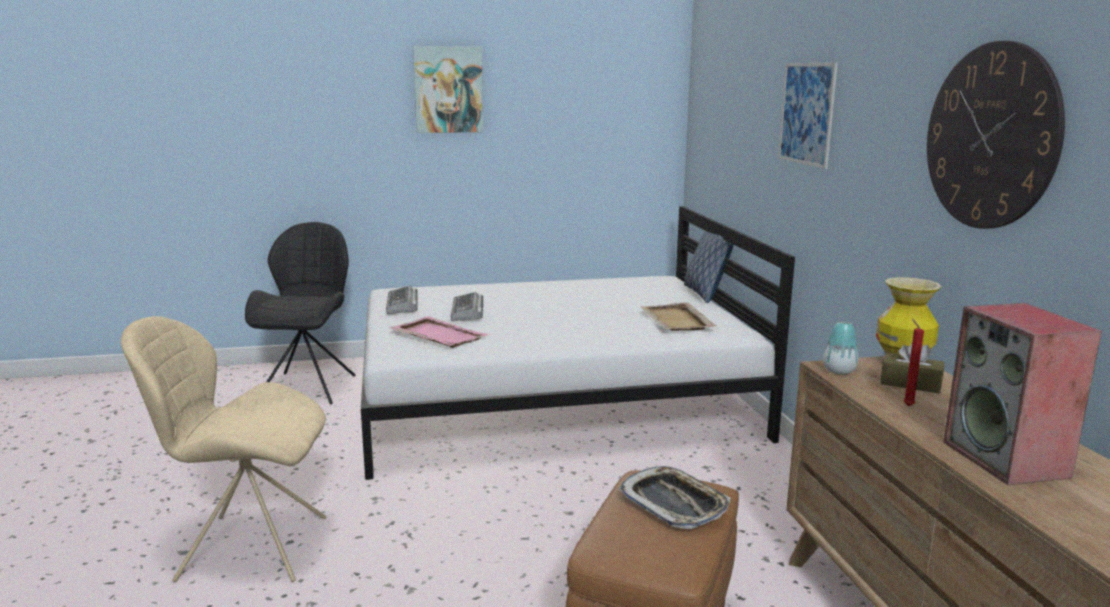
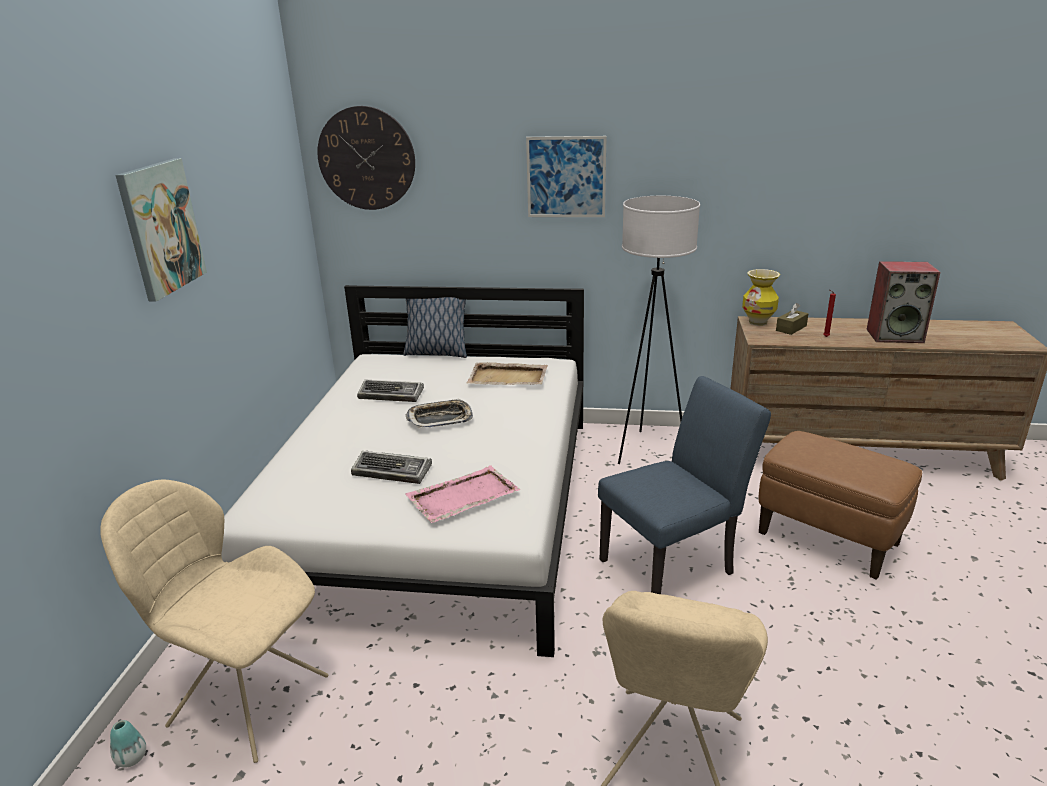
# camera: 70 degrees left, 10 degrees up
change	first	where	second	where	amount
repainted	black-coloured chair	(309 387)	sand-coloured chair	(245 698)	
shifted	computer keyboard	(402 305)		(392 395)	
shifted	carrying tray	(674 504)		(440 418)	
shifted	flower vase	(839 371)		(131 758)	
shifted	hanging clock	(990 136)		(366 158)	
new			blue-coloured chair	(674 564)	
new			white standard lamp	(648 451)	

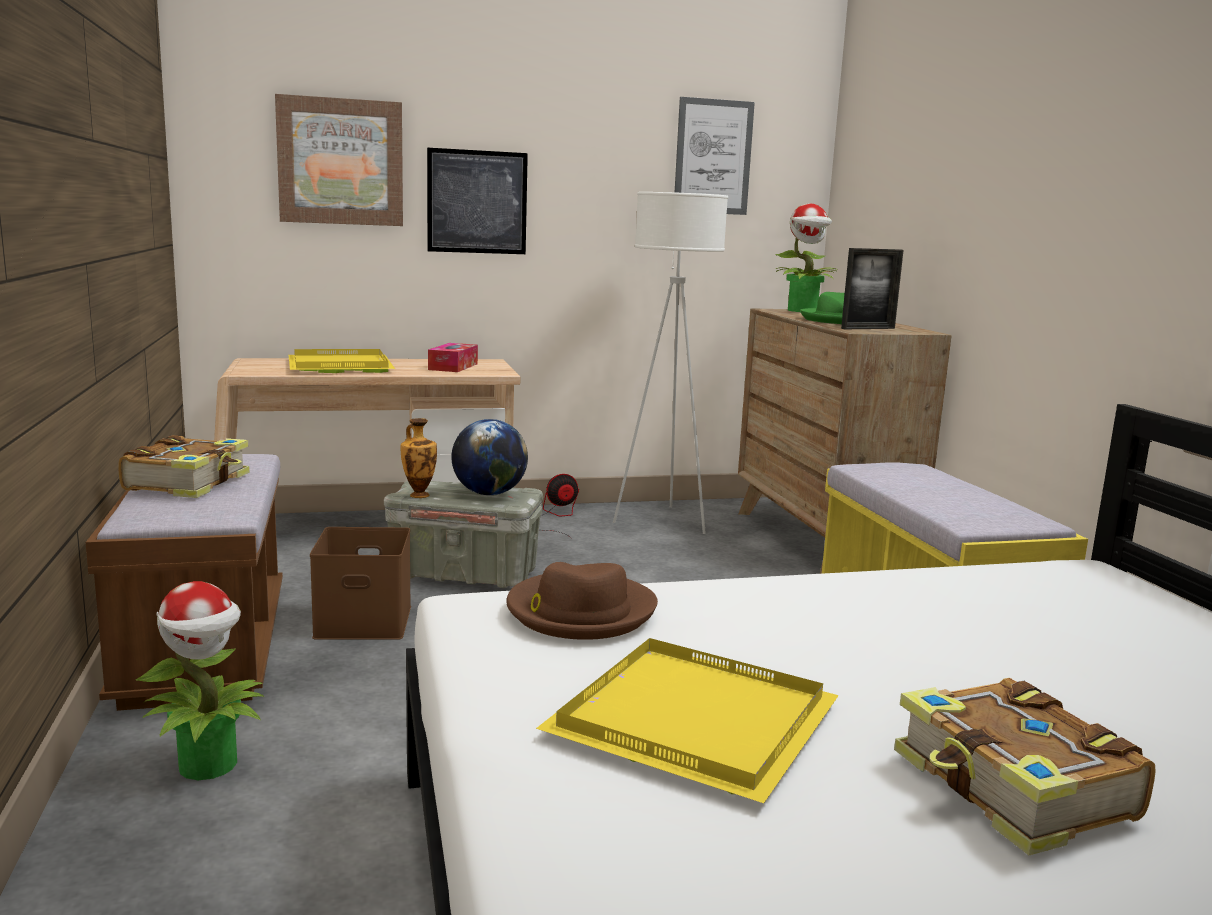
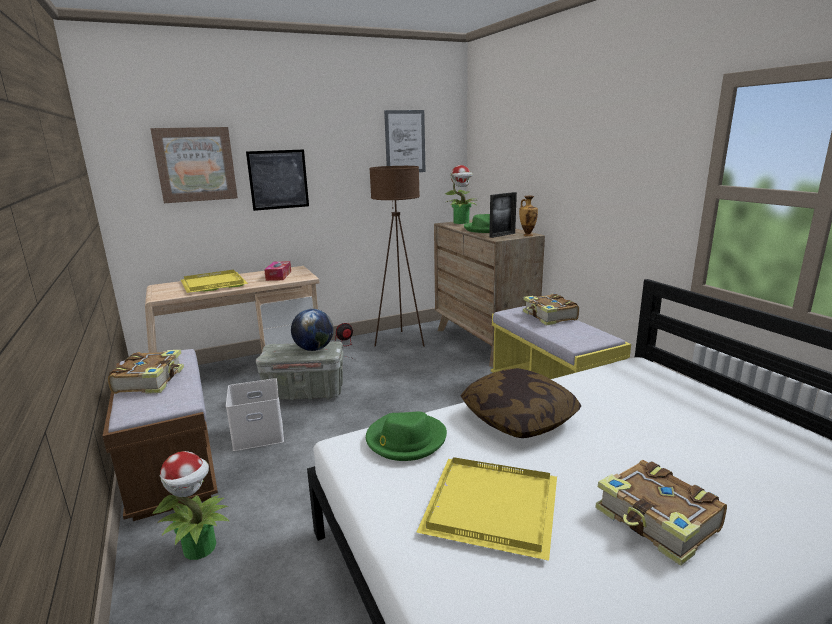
# camera: 10 degrees left, 5 degrees up
change	first	where	second	where	amount
repainted	brownish storage box	(366 621)	white storage box	(259 433)	
shifted	flower vase	(419 495)		(527 235)	
repainted	brownish wearable hat	(580 611)	green wearable hat	(405 439)	
repainted	white standard lamp	(663 521)	brownish standard lamp	(400 341)	
new			throw pillow	(518 418)	
new			volume	(549 317)	

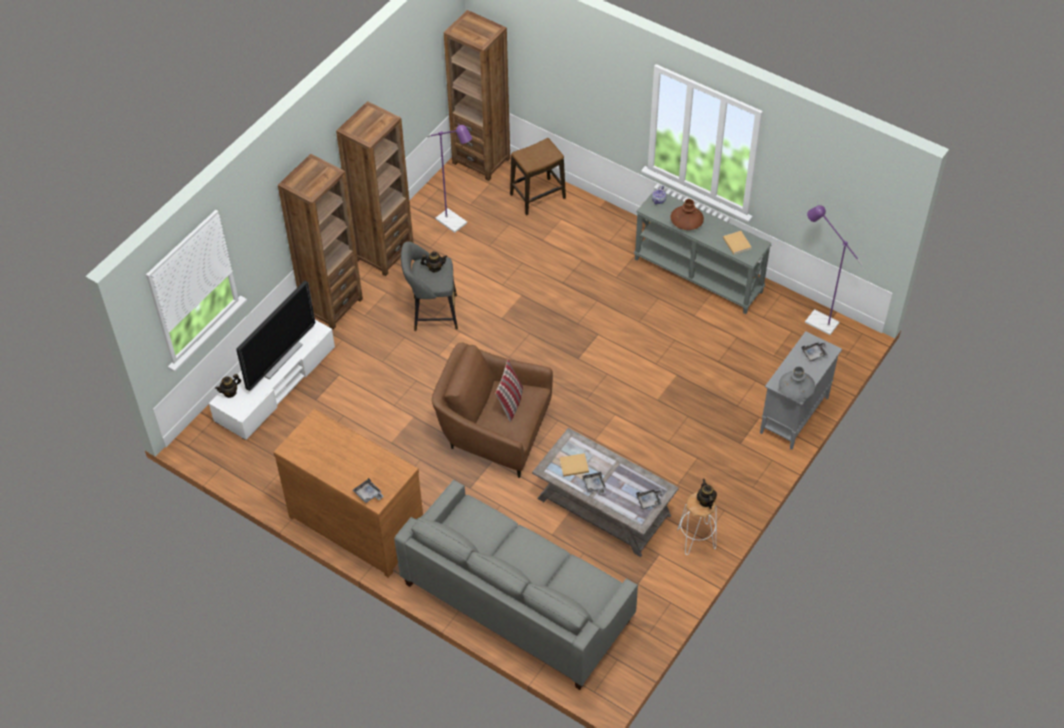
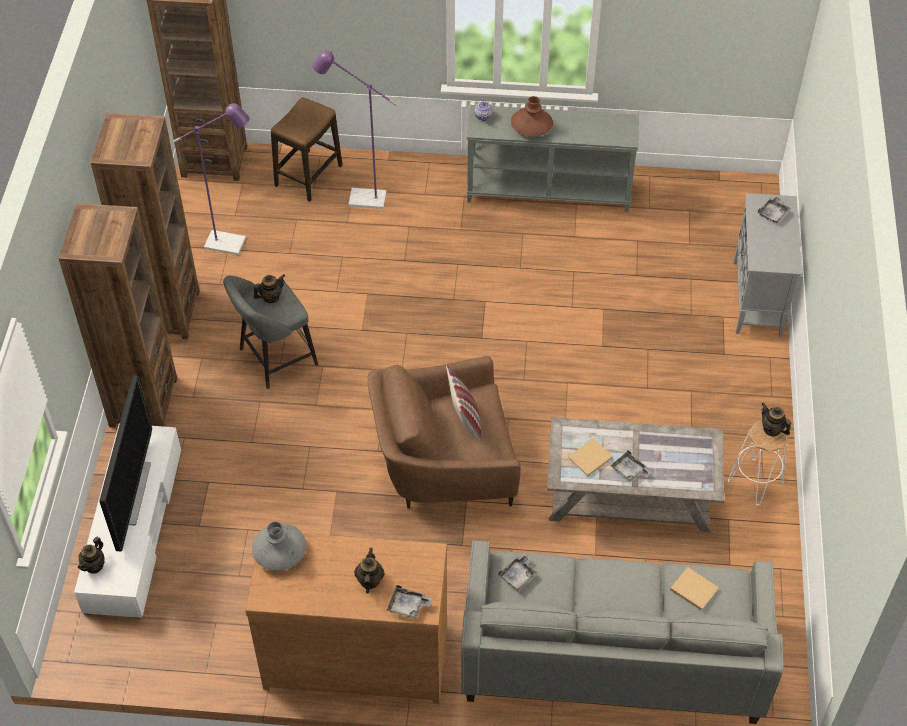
# camera: 30 degrees left, 0 degrees up
change	first	where	second	where	amount
shifted	greyish carrying tray	(649 501)		(518 575)	
shifted	sand-coloured volume	(736 243)		(692 588)	
shifted	greyish flower vase	(796 389)		(280 552)	
shifted	purplish standard lamp	(816 320)		(360 198)	
new			tea pot	(369 580)	

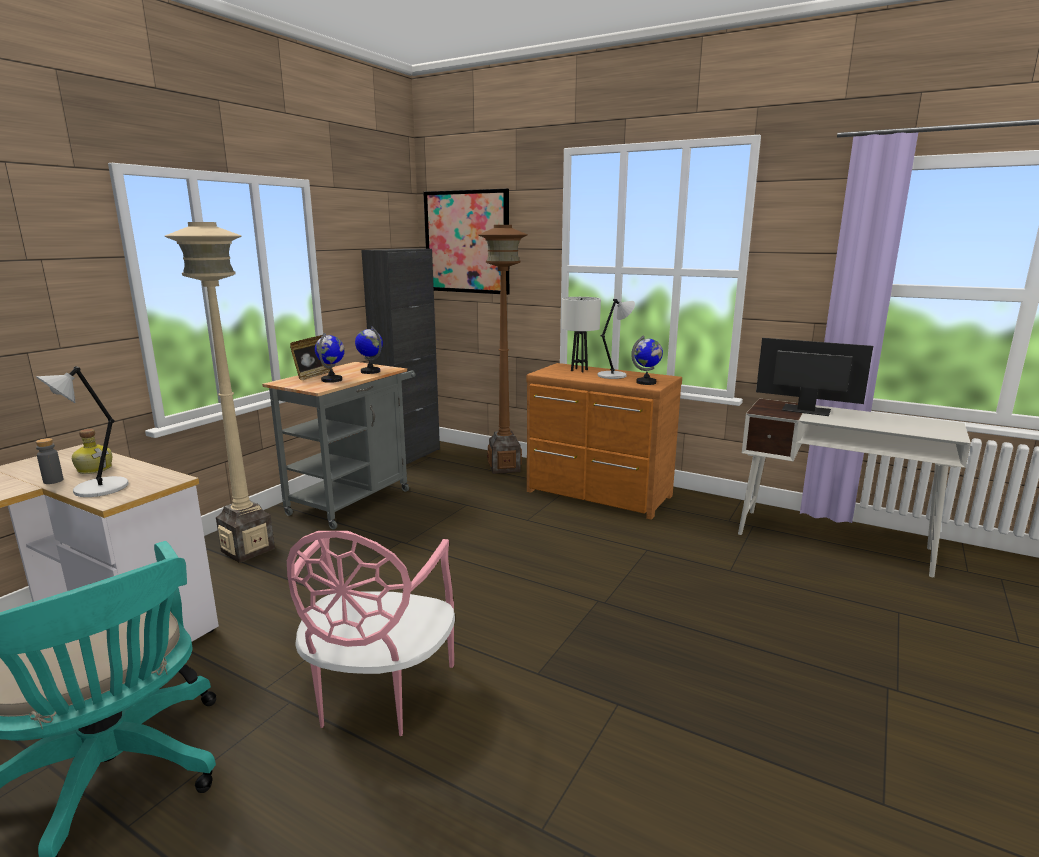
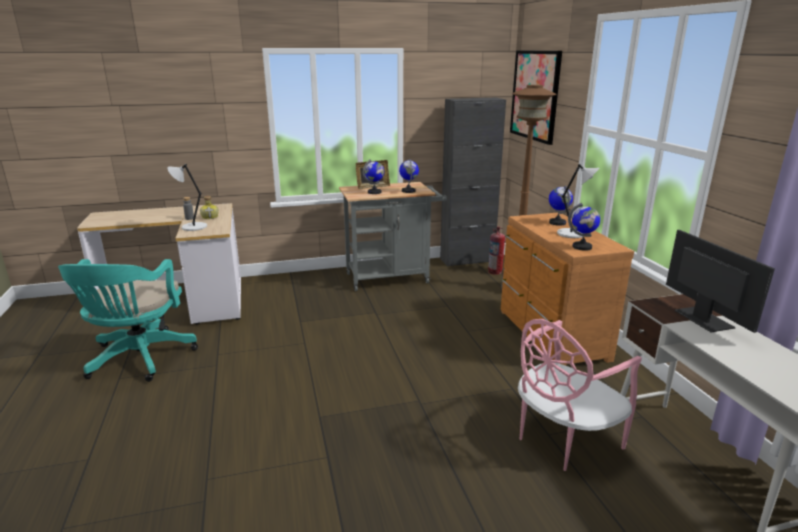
# camera: 45 degrees right, 5 degrees up
change	first	where	second	where	amount
gone	sand-coloured standard lamp	(247 549)			
shifted	pinkish chair	(378 694)		(563 439)	
swapped	white table lamp	(579 370)	globe	(557 223)	
new			fire-fighting cylinder	(495 271)	

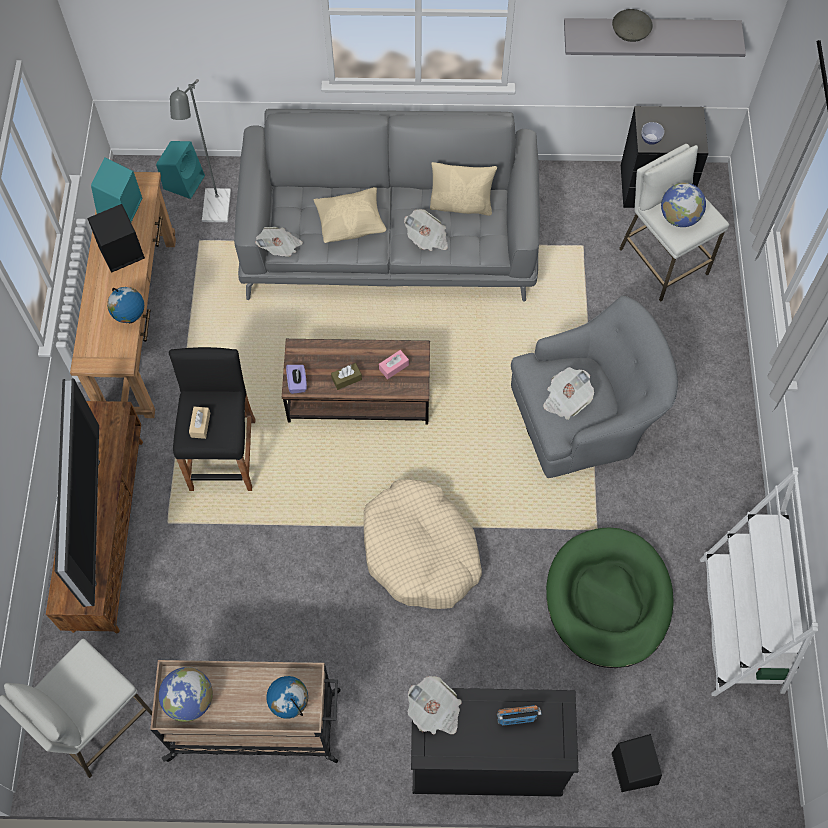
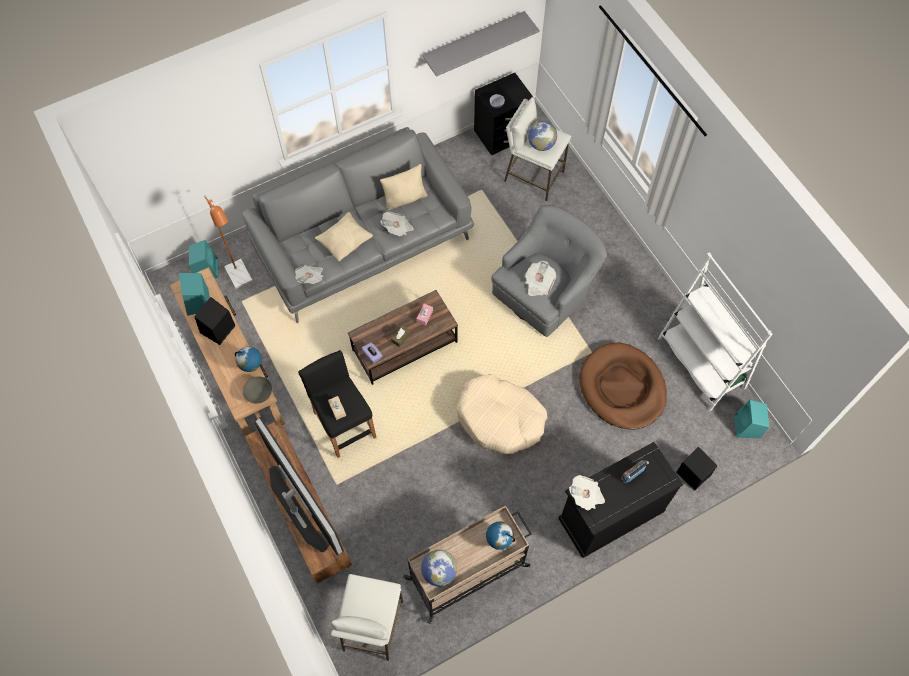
# camera: 30 degrees left, 0 degrees up
change	first	where	second	where	amount
repainted	greyish standard lamp	(216 213)	orange-coloured standard lamp	(241 278)	
repainted	green dog cushion	(608 599)	brownish dog cushion	(622 388)	
shifted	greyish deep dish	(629 34)		(259 393)	
new			turquoise audio speaker	(747 427)	

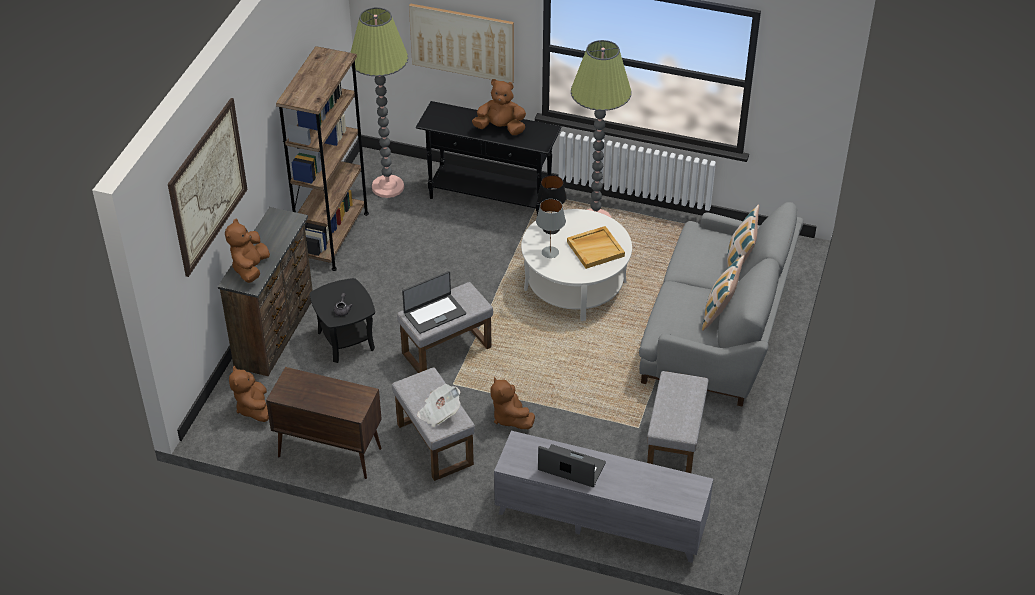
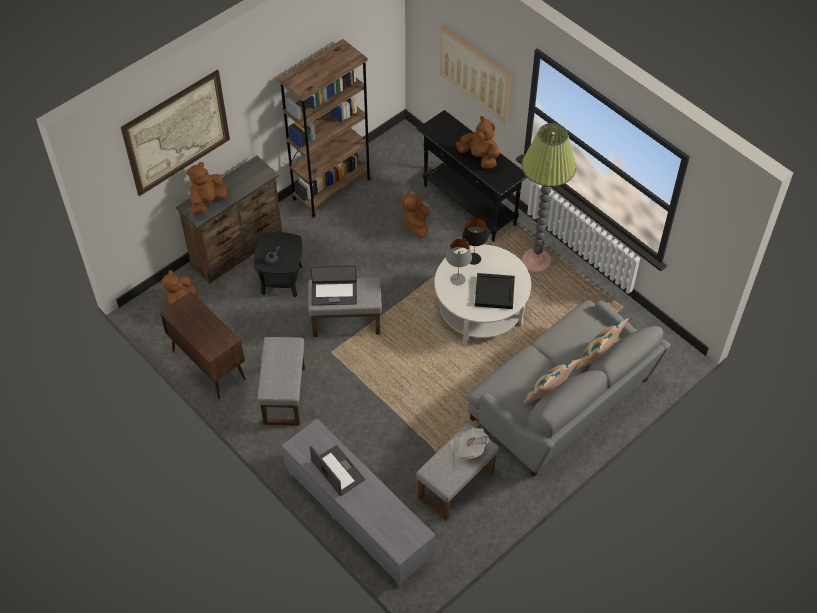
# camera: 30 degrees right, 10 degrees up
change	first	where	second	where	amount
gone	standard lamp	(387 187)			
shifted	daily paper	(439 413)		(468 448)	
shifted	brownish plush toy	(510 417)		(416 224)	
repainted	sand-coloured carrying tray	(595 248)	black-coloured carrying tray	(495 292)	

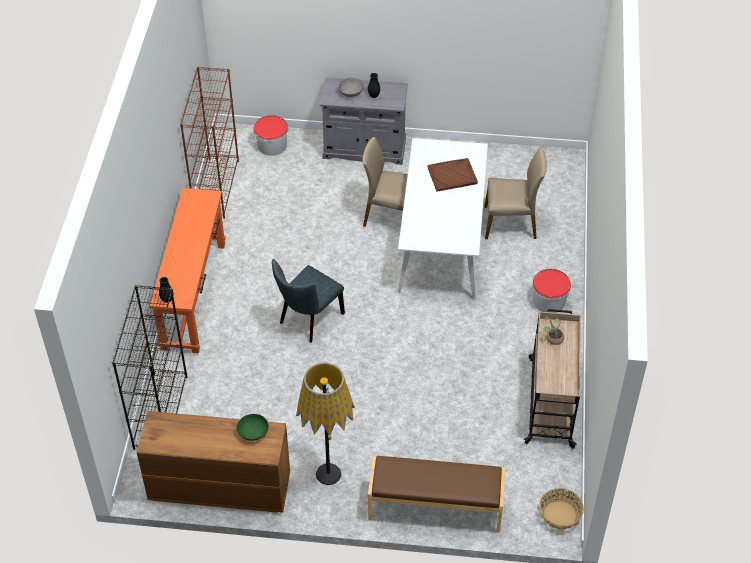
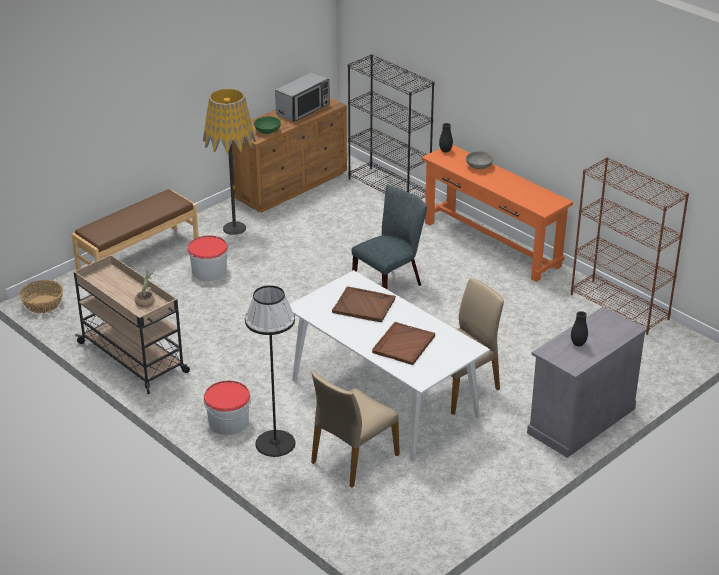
# camera: 130 degrees right, 15 degrees down
change	first	where	second	where	amount
shifted	bucket	(272 145)		(209 271)	
rotated	greyish chair	(308 320)		(390 284)	60 degrees clockwise
shifted	greyish deep dish	(351 92)		(479 166)	
new			black-coloured standard lamp	(275 443)	
new			microwave oven	(303 109)	
new			brownish carrying tray	(364 306)	

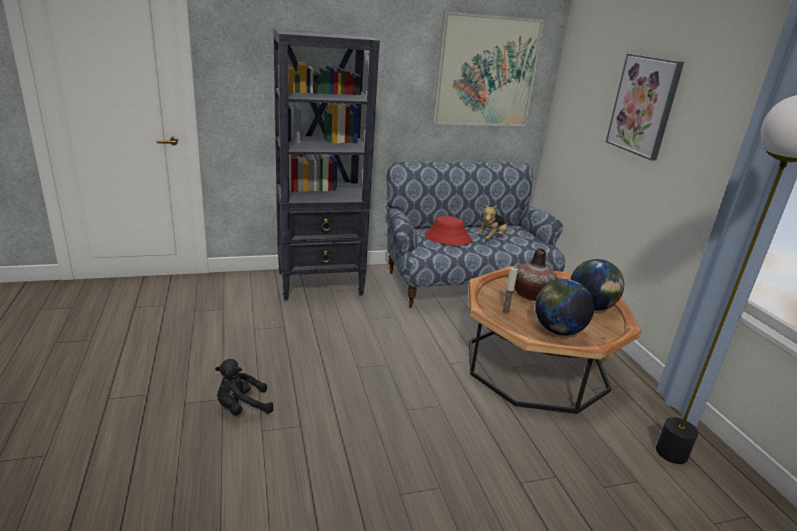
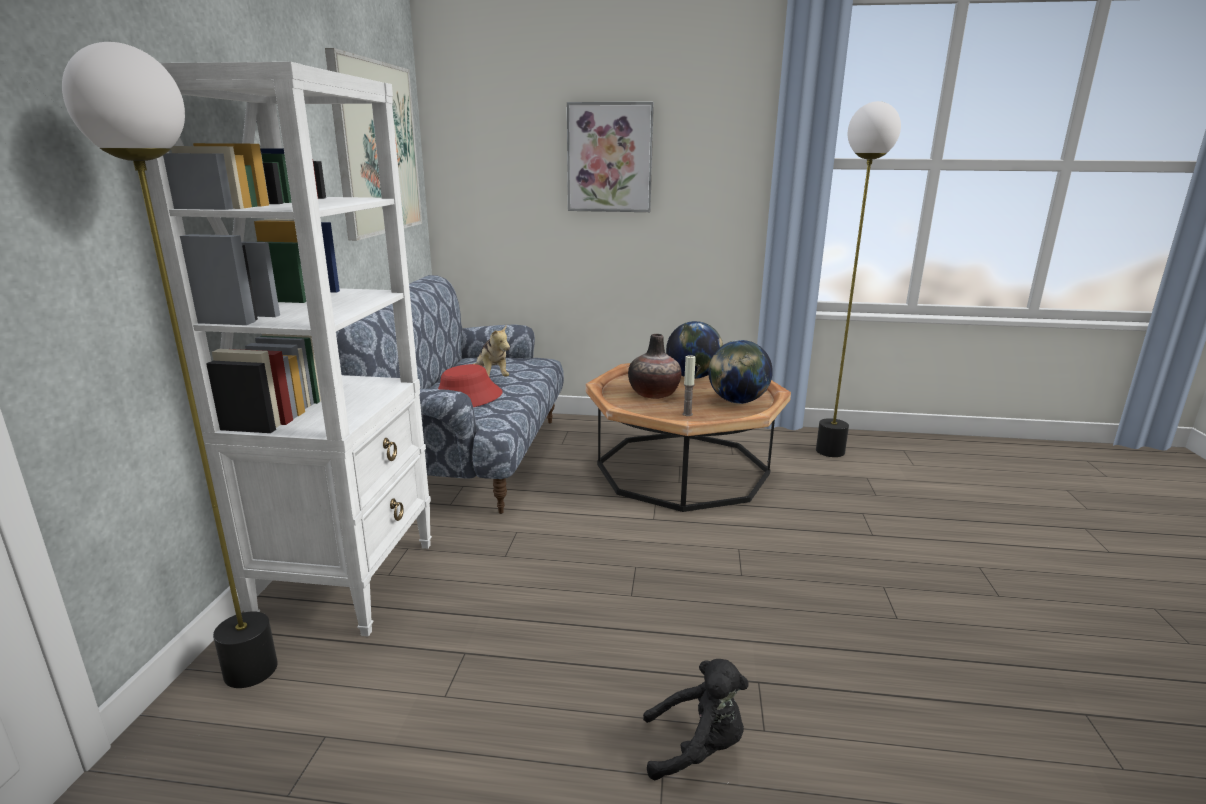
# camera: 65 degrees left, 5 degrees down
change	first	where	second	where	amount
rotated	black-coloured plush toy	(242 407)		(697 749)	90 degrees counterclockwise
repainted	black-coloured bookcase	(321 283)	white bookcase	(349 580)	
new			standard lamp	(251 669)	

